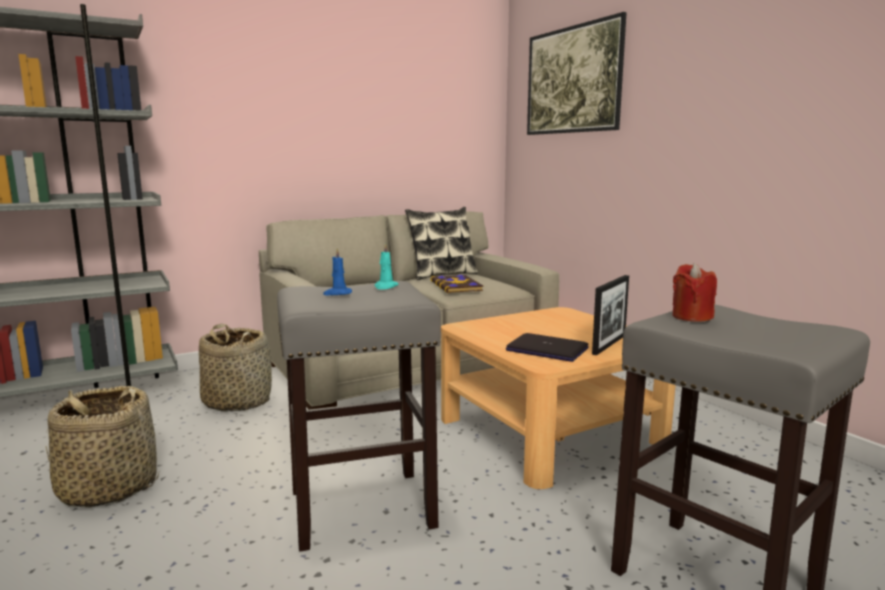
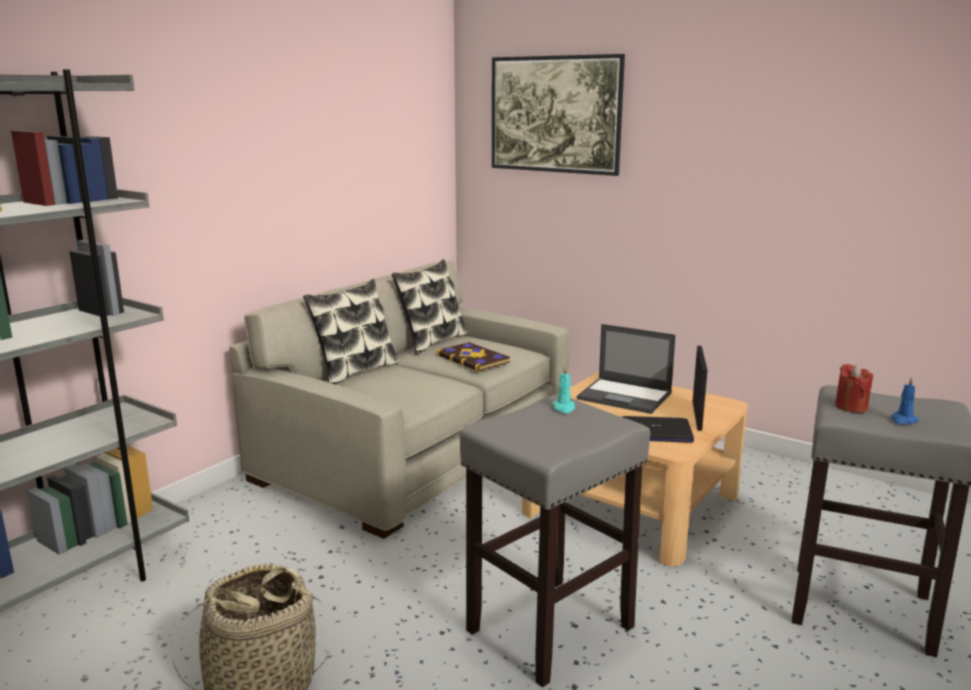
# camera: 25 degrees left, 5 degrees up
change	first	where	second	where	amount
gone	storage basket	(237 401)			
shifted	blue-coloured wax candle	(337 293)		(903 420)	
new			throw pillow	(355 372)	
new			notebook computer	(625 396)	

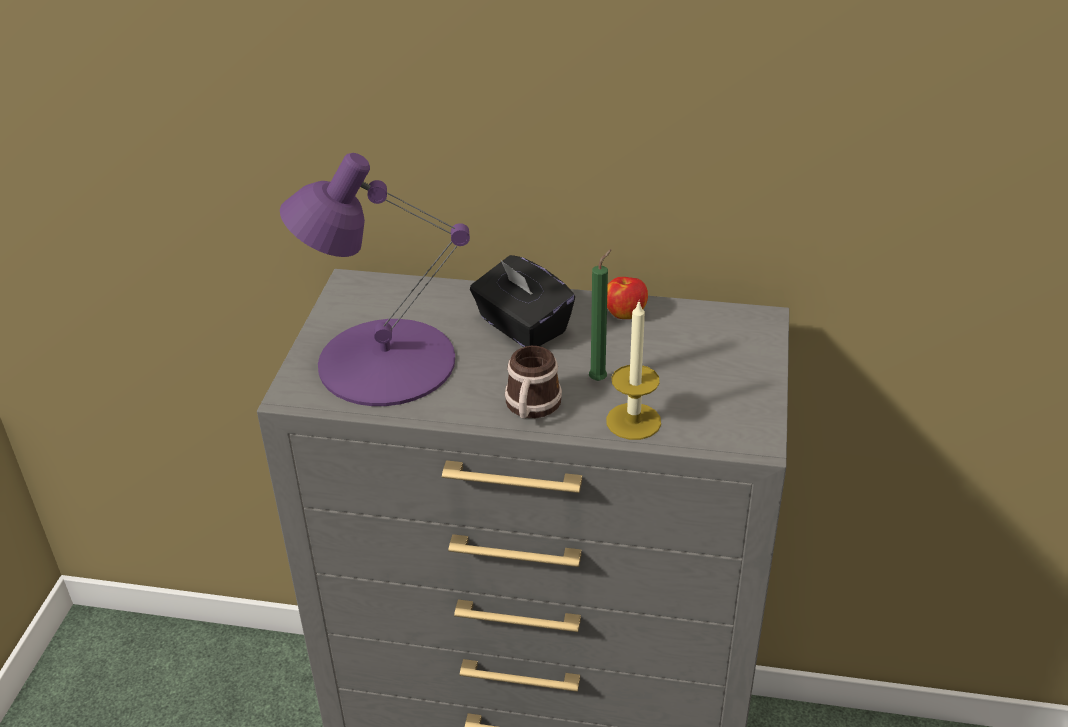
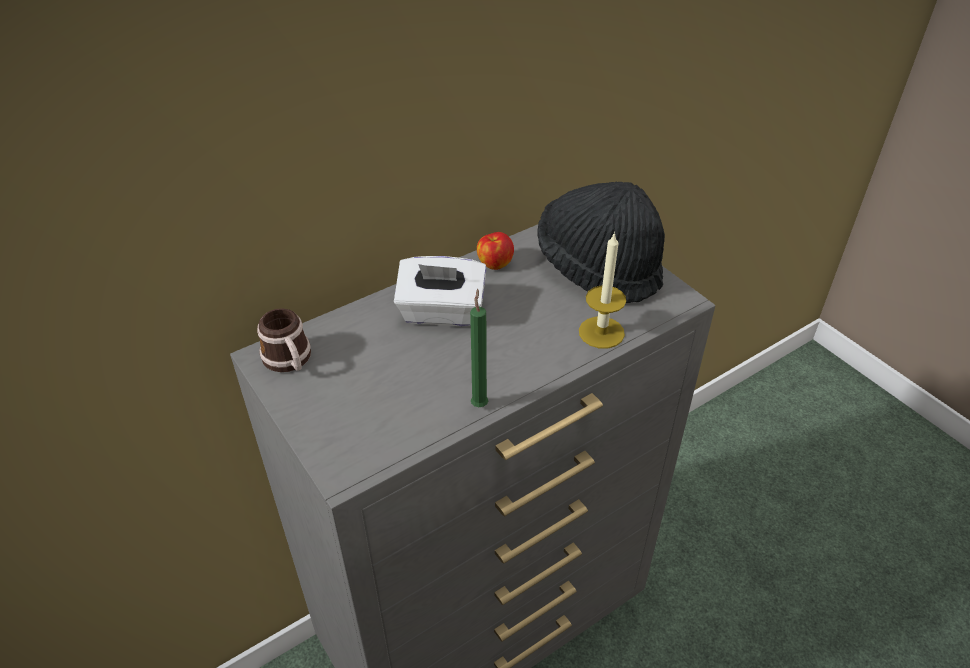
# camera: 45 degrees left, 5 degrees up
change	first	where	second	where	amount
gone	purplish table lamp	(384 361)			
repainted	black-coloured box of tissues	(522 326)	white box of tissues	(441 313)	
shifted	coffee mug	(531 407)		(289 361)	
shifted	green wax candle	(600 379)		(479 403)	
new			black-coloured wearable hat	(598 268)	

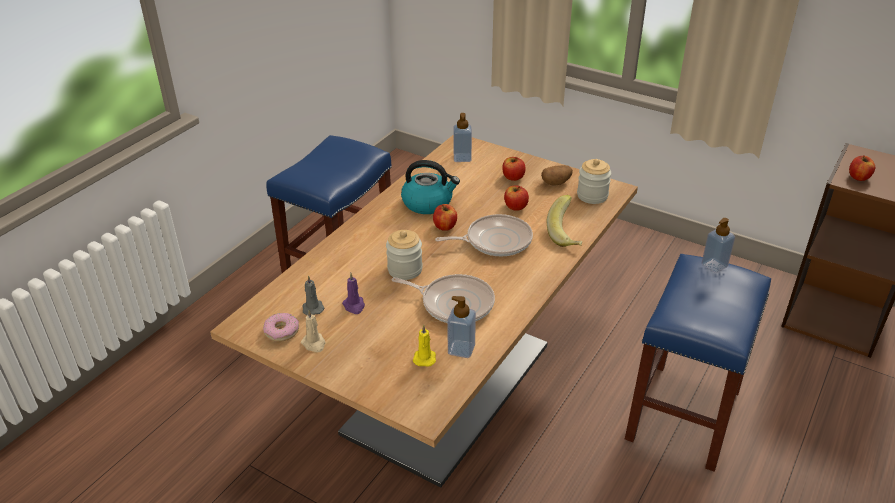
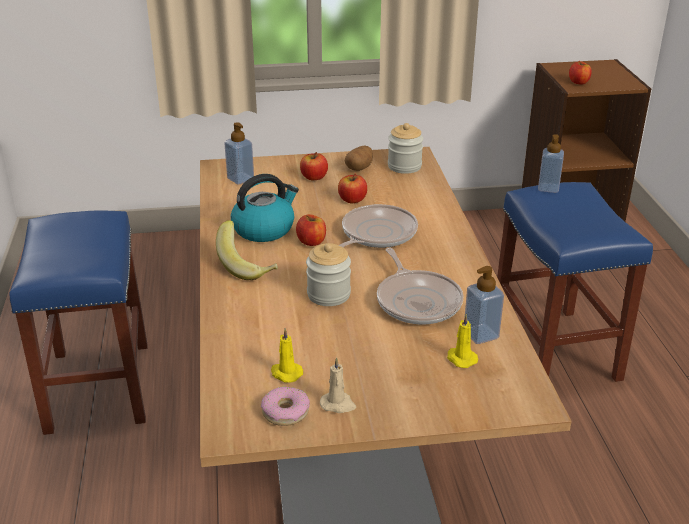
# camera: 40 degrees left, 5 degrees down
change	first	where	second	where	amount
repainted	greyish wax candle	(312 308)	yellowish wax candle	(285 373)	
gone	purplish wax candle	(354 306)			
rotated	pan	(454 303)		(417 301)	90 degrees clockwise
shifted	banana	(567 235)		(248 266)	

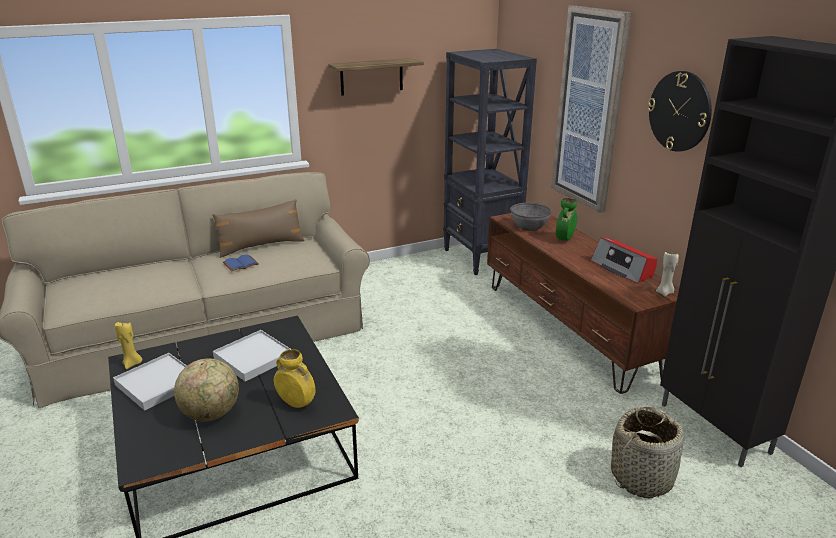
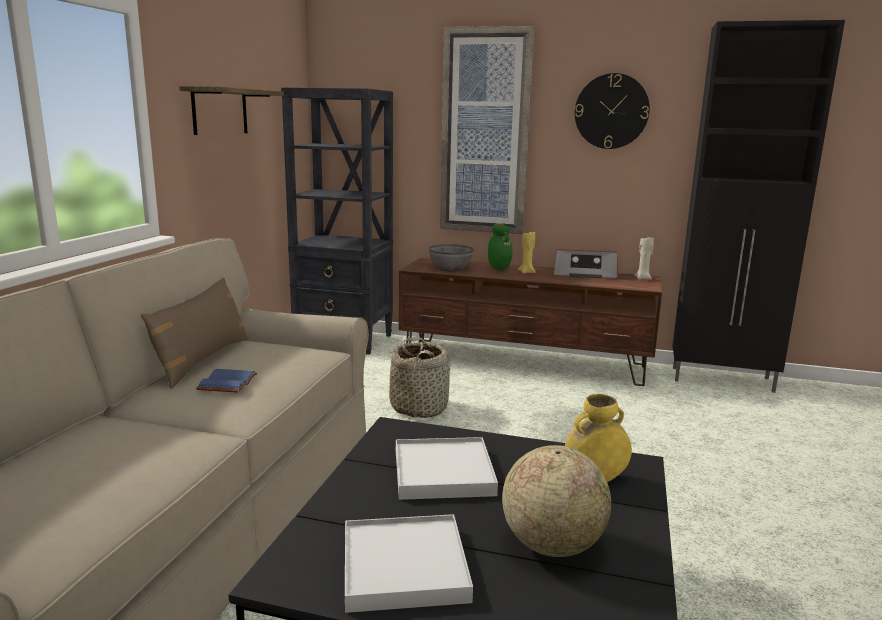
# camera: 50 degrees left, 10 degrees down
change	first	where	second	where	amount
shifted	yellowish wax candle	(132 364)		(526 272)	
shifted	storage basket	(642 477)		(419 407)	

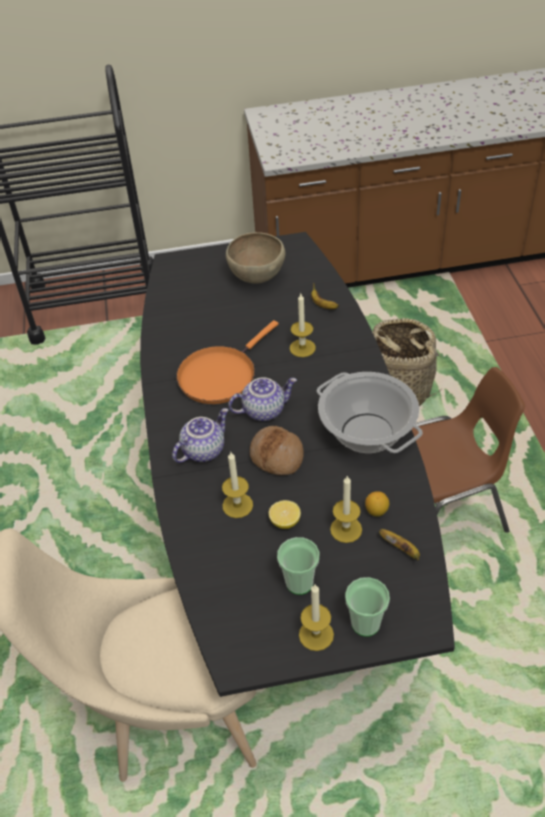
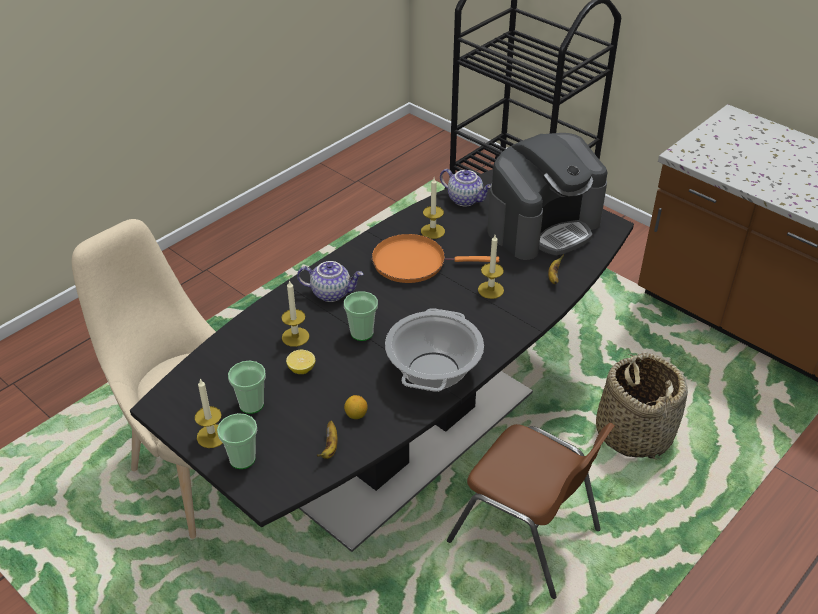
# camera: 50 degrees right, 5 degrees down
change	first	where	second	where	amount
swapped	brownish deep dish	(257 277)	coffee machine	(543 226)	
shifted	tea pot	(264 410)		(465 199)	
swapped	bakery bread	(277 456)	drinking cup	(362 333)	
shifted	wax candle	(346 529)		(432 231)	

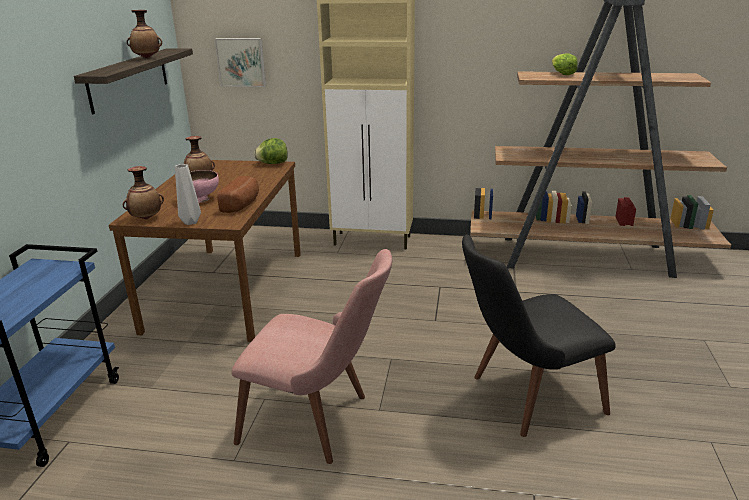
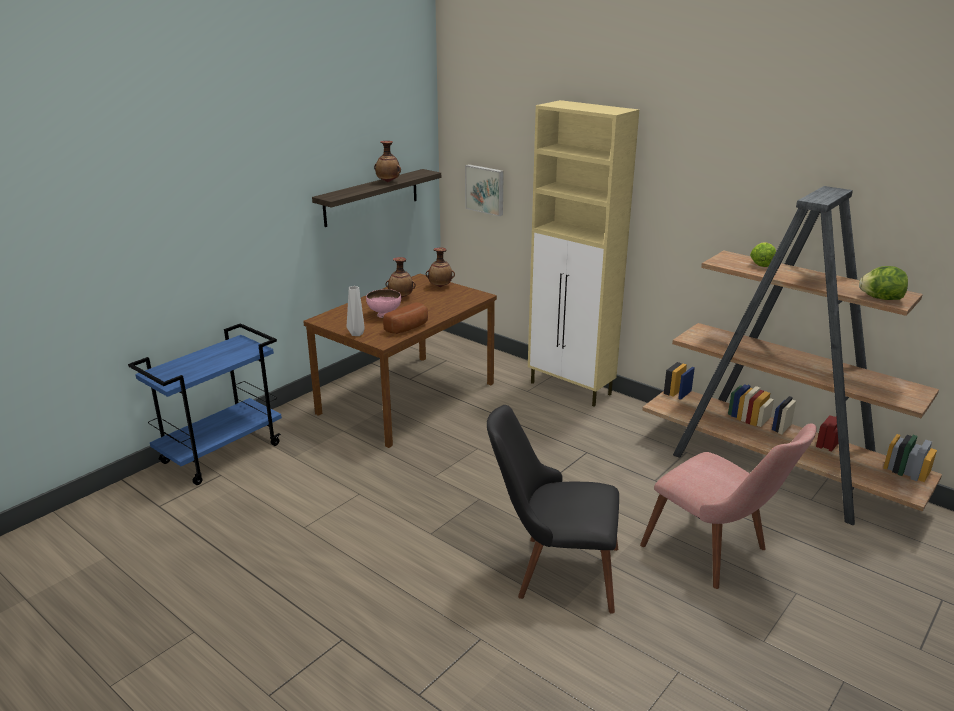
# camera: 30 degrees right, 0 degrees up
change	first	where	second	where	amount
shifted	flower vase	(146 218)		(440 286)	
shifted	pinkish chair	(319 421)		(717 553)	
shifted	lettuce head	(272 163)		(880 298)	

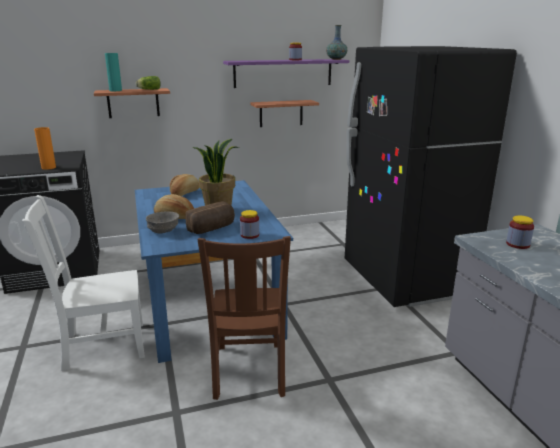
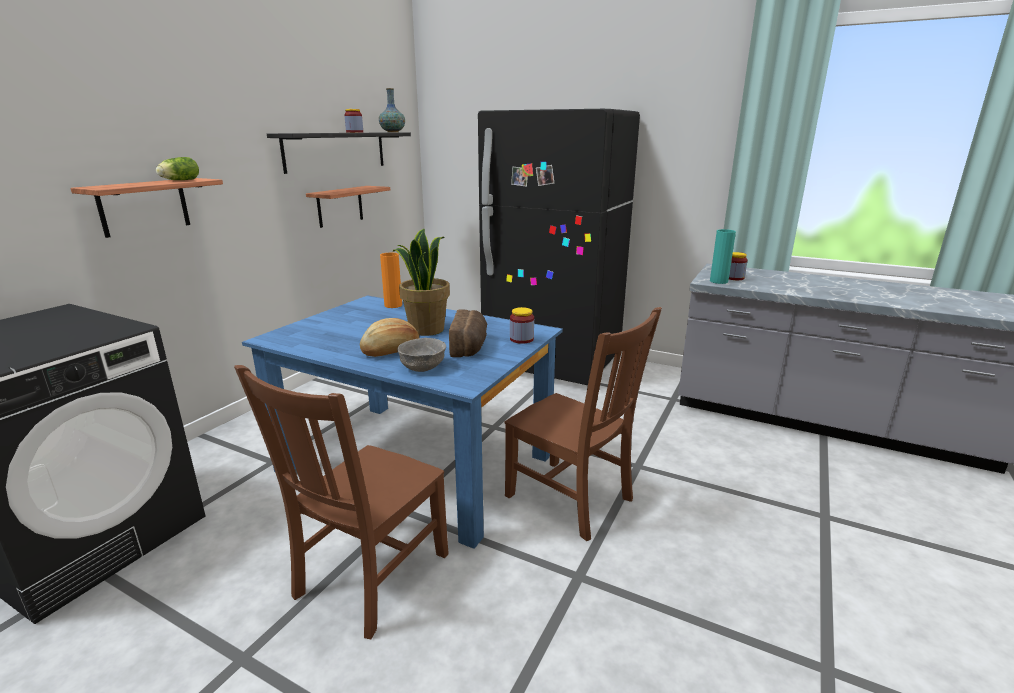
# camera: 45 degrees left, 0 degrees up
change	first	where	second	where	amount
repainted	white chair	(101 345)	brownish chair	(369 578)	
shifted	orange-coloured flower vase	(48 167)		(393 305)	
shifted	turquoise flower vase	(115 90)		(718 281)	
gone	bakery bread	(185 193)			
repainted	purplish wall shelf	(283 73)	black-coloured wall shelf	(336 151)	

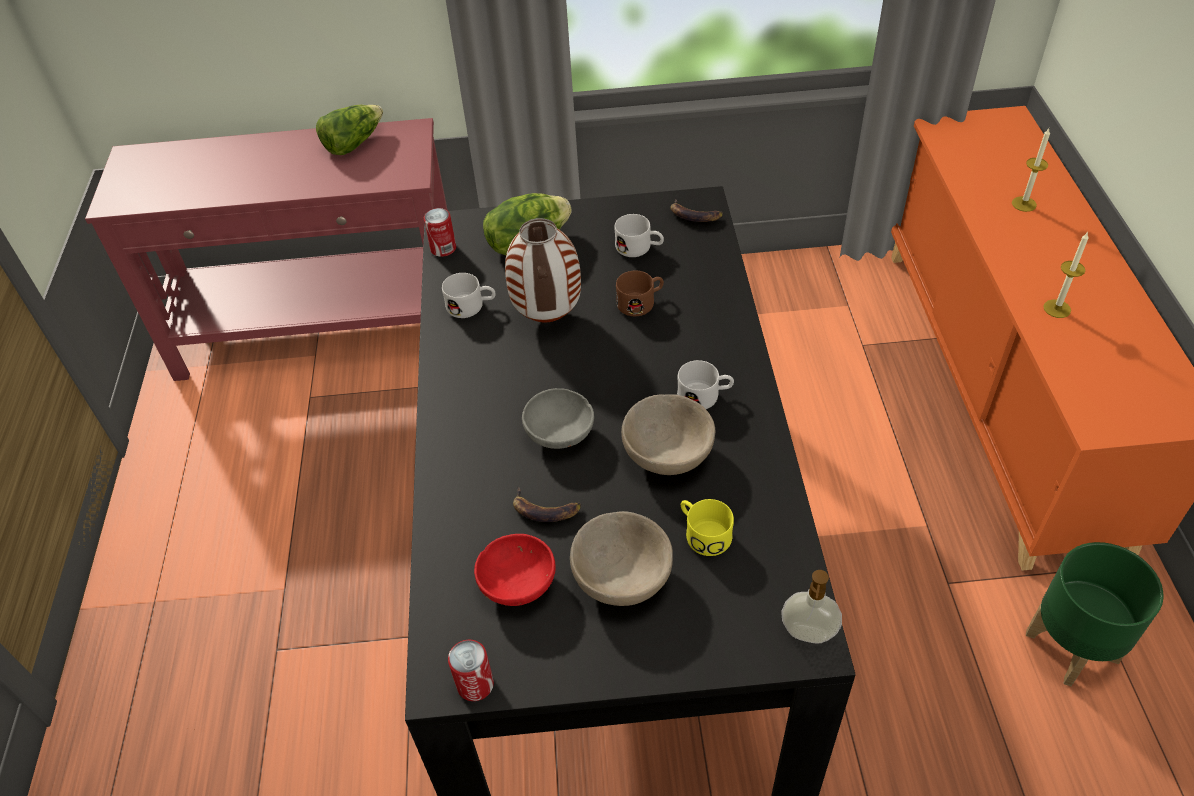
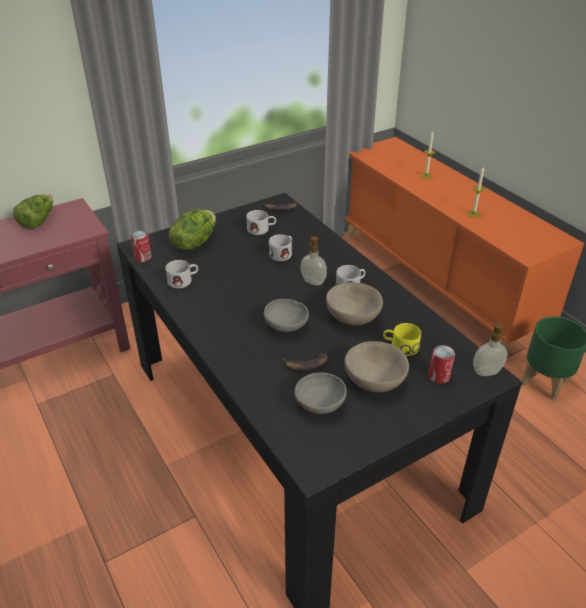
# camera: 30 degrees left, 10 degrees down
change	first	where	second	where	amount
shifted	metal can	(475 684)		(439 376)	
repainted	reddish deep dish	(518 583)	greyish deep dish	(319 404)	
gone	flower vase	(549 317)			
repainted	brownish coffee mug	(641 302)	white coffee mug	(282 253)	
new			soap dispenser	(312 282)	

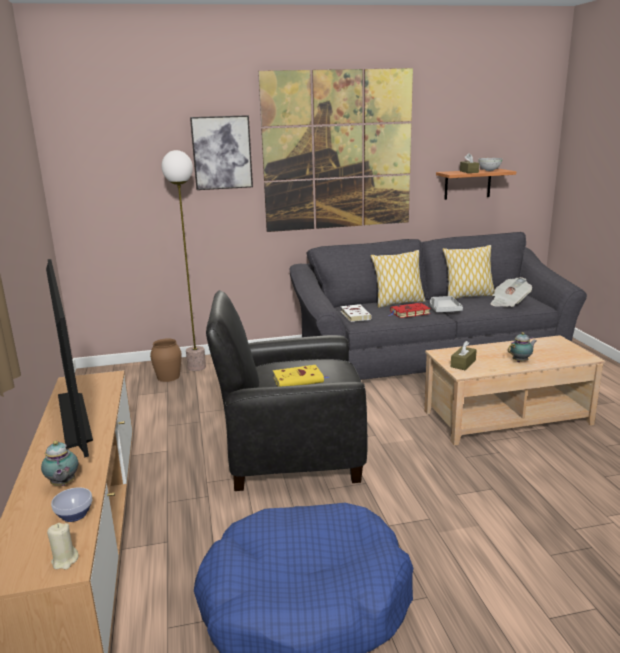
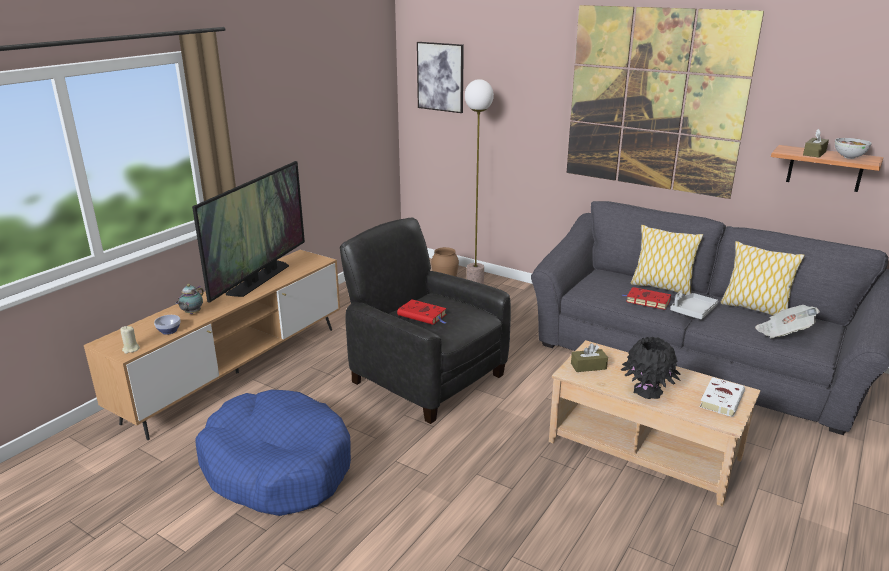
# camera: 45 degrees right, 5 degrees up
change	first	where	second	where	amount
shifted	picture	(222 153)		(440 77)	
repainted	yellowish volume	(299 380)	reddish volume	(423 315)	
shifted	white volume	(355 315)		(721 399)	
swapped	tea pot	(521 361)	black-coloured flower vase	(647 391)	

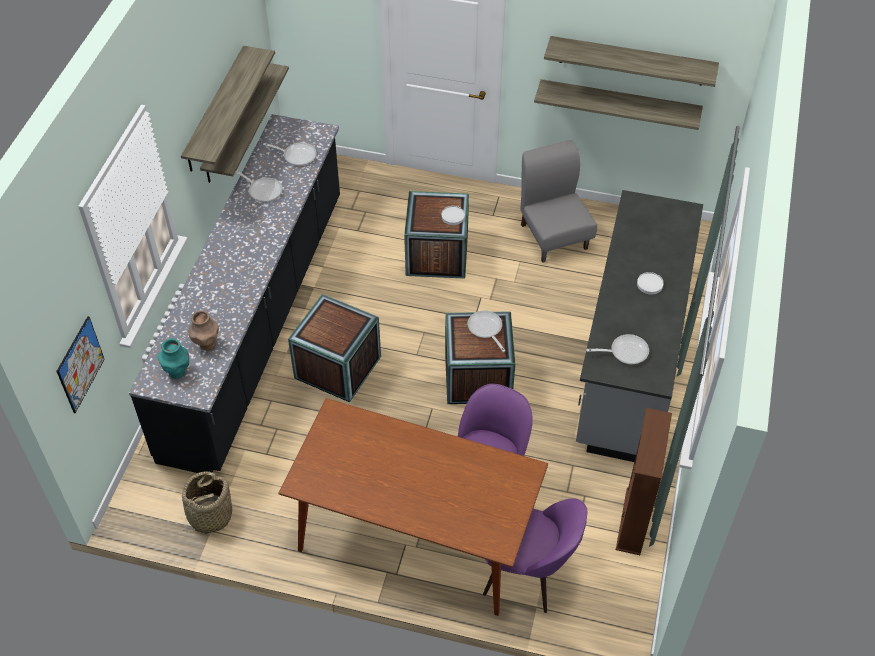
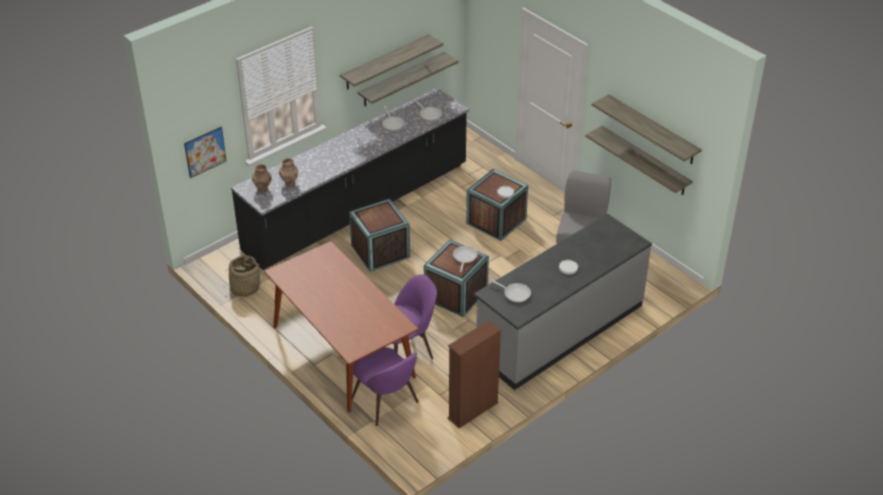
# camera: 35 degrees right, 10 degrees down
change	first	where	second	where	amount
repainted	turquoise flower vase	(177 372)	brownish flower vase	(263 189)	

